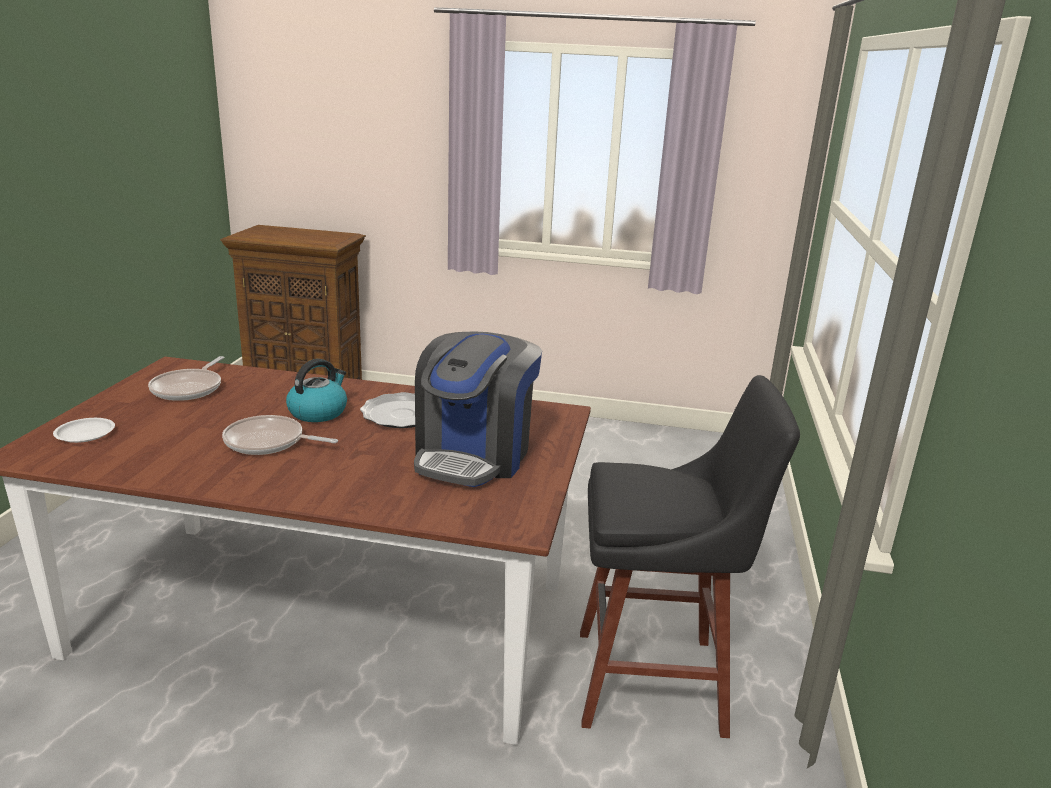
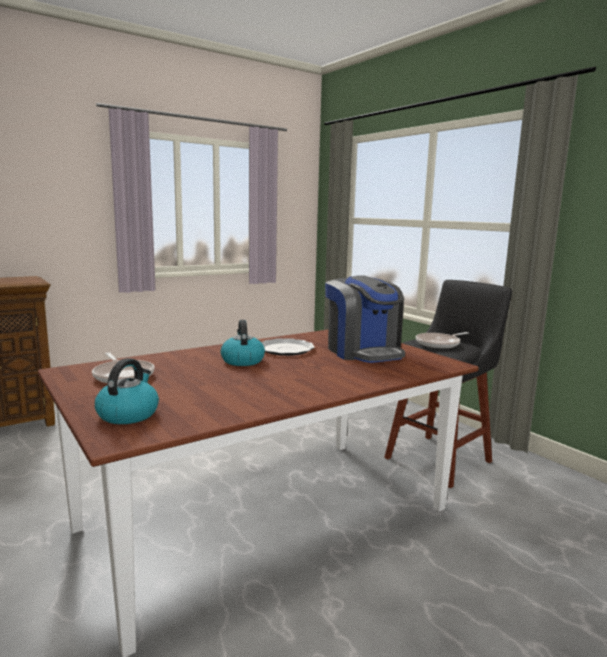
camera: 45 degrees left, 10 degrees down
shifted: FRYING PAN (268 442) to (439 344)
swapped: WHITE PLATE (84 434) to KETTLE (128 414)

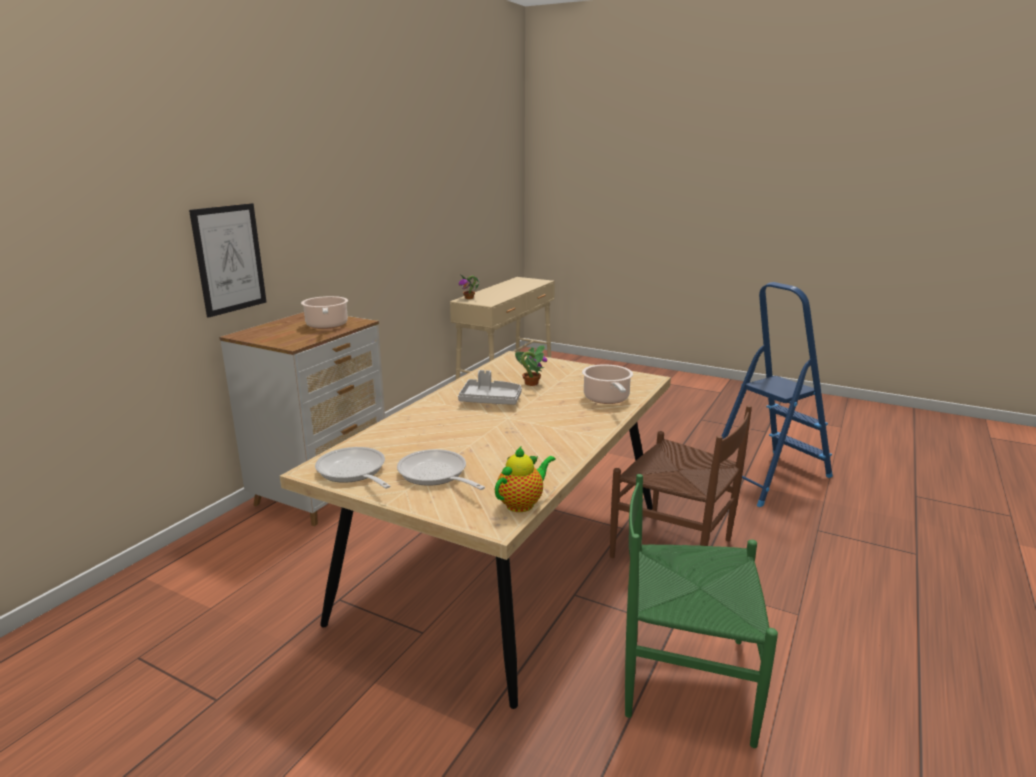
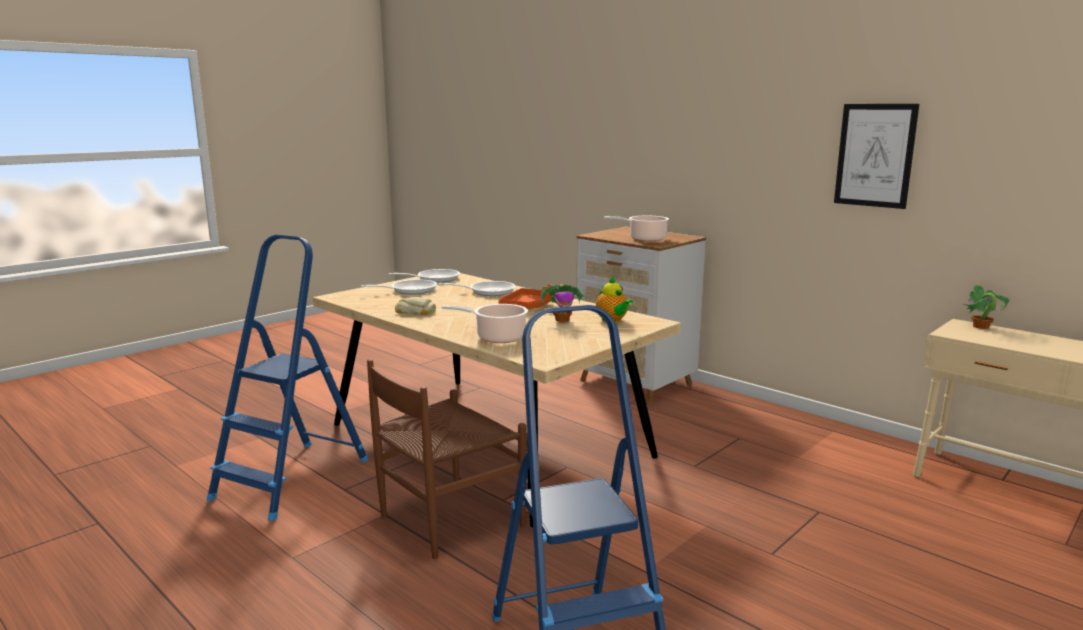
camera: 105 degrees right, 5 degrees down
new: BREAD (415 311); FRYING PAN (487 291)
shifted: PICTURE (229 259) to (875 155); TEAPOT (522 504) to (612 320)
swapped: GREEN CHAIR (685 681) to BLUE STEP LADDER (290 479)
repainted: GREY TRAY (490 400) to ORANGE TRAY (528 307)

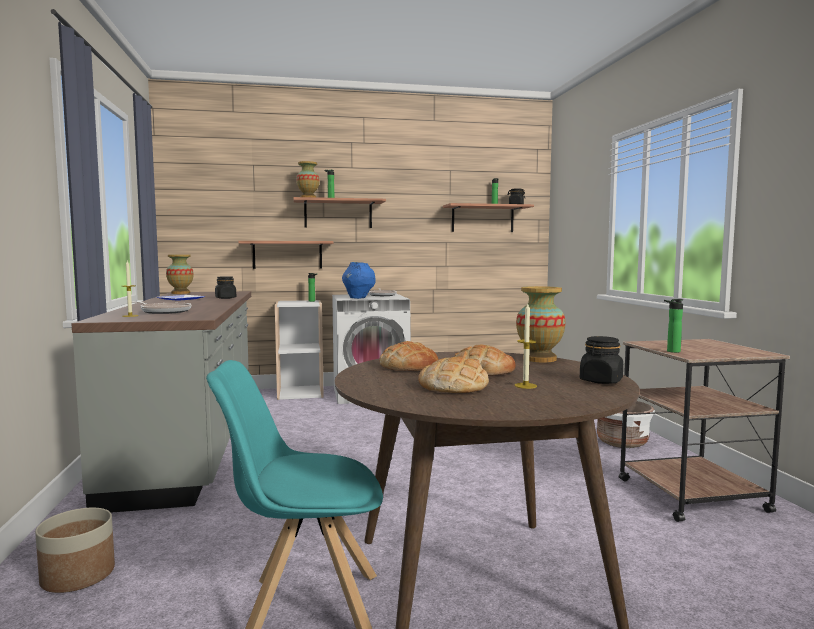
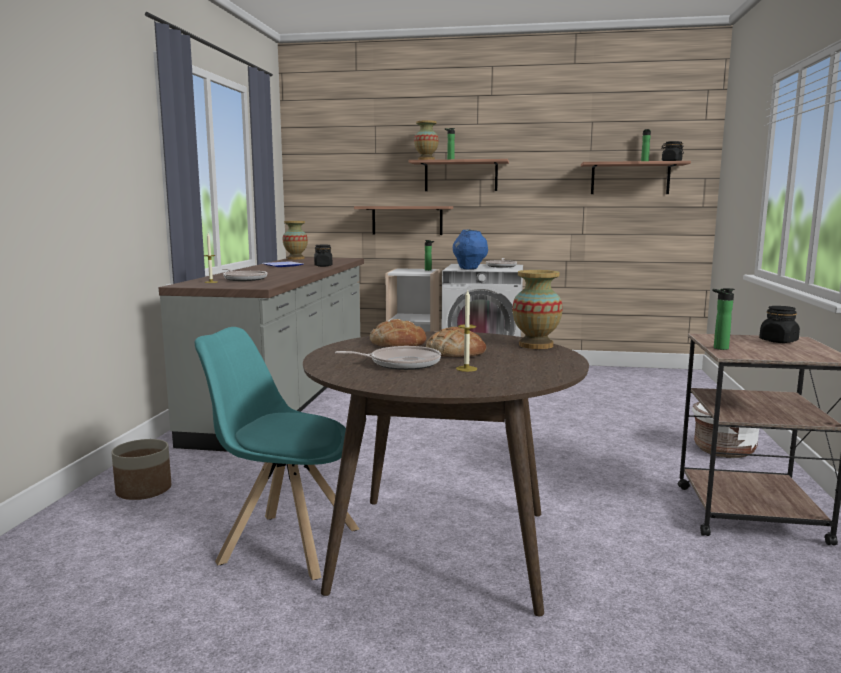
camera: 20 degrees right, 5 degrees up
shifted: BLACK JAR (601 381) to (778 341)
swapped: BREAD (453 386) to FRYING PAN (401 363)

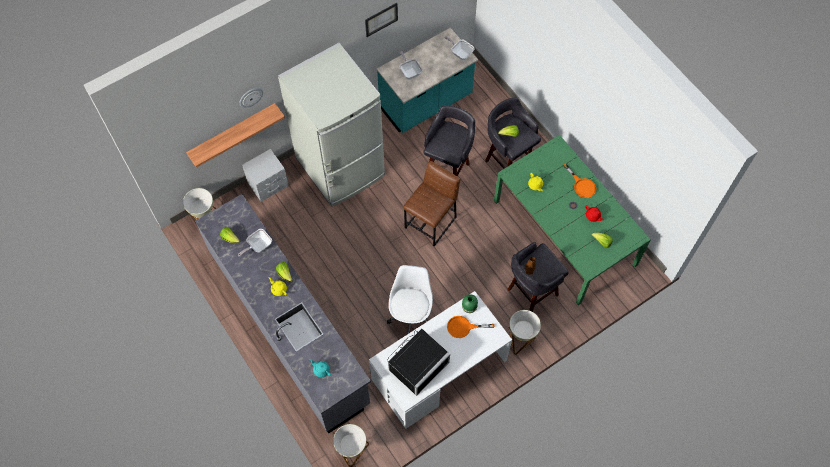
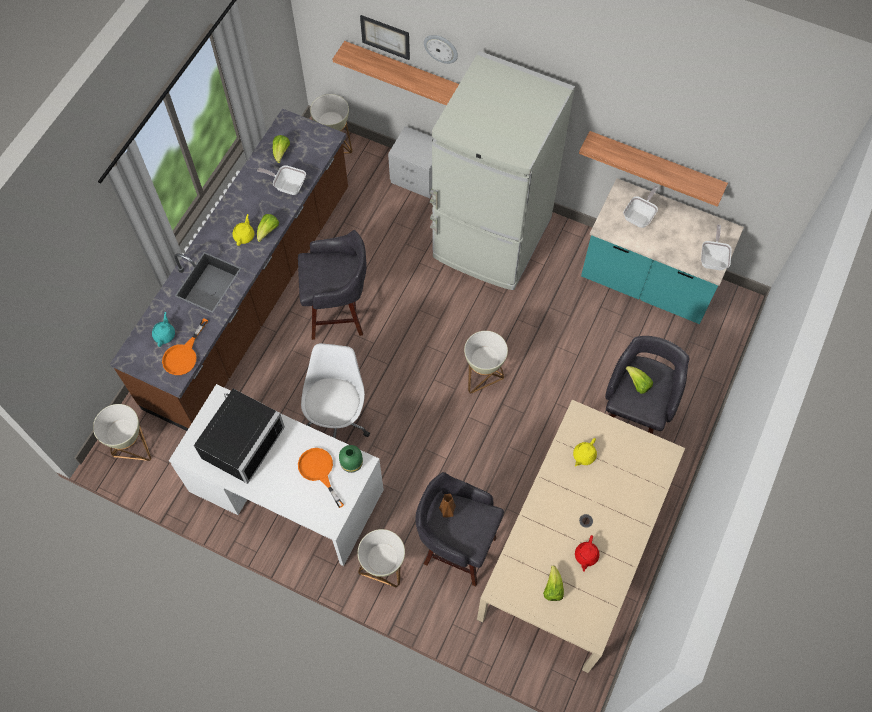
camera: 60 degrees right, 0 degrees up
new: SHELF (655 165)
shifted: PICTURE (381 19) to (385 37); GREY STOOL (448 170) to (339 316); ORANGE FRYING PAN (581 185) to (183 355)
swapped: BROWN CHAIR (431 222) to PLANTER (483 376)
repainted: GREY COUNTER (289 326) to BROWN COUNTER (251 296); GREEN DINING TABLE (564 232) to BEIGE DINING TABLE (574 548)
rotated: WHITE OFFICE CHAIR (411 317) = (338 421) 60 degrees counterclockwise; BLACK MICROWAVE (416 363) = (238 440) 75 degrees counterclockwise

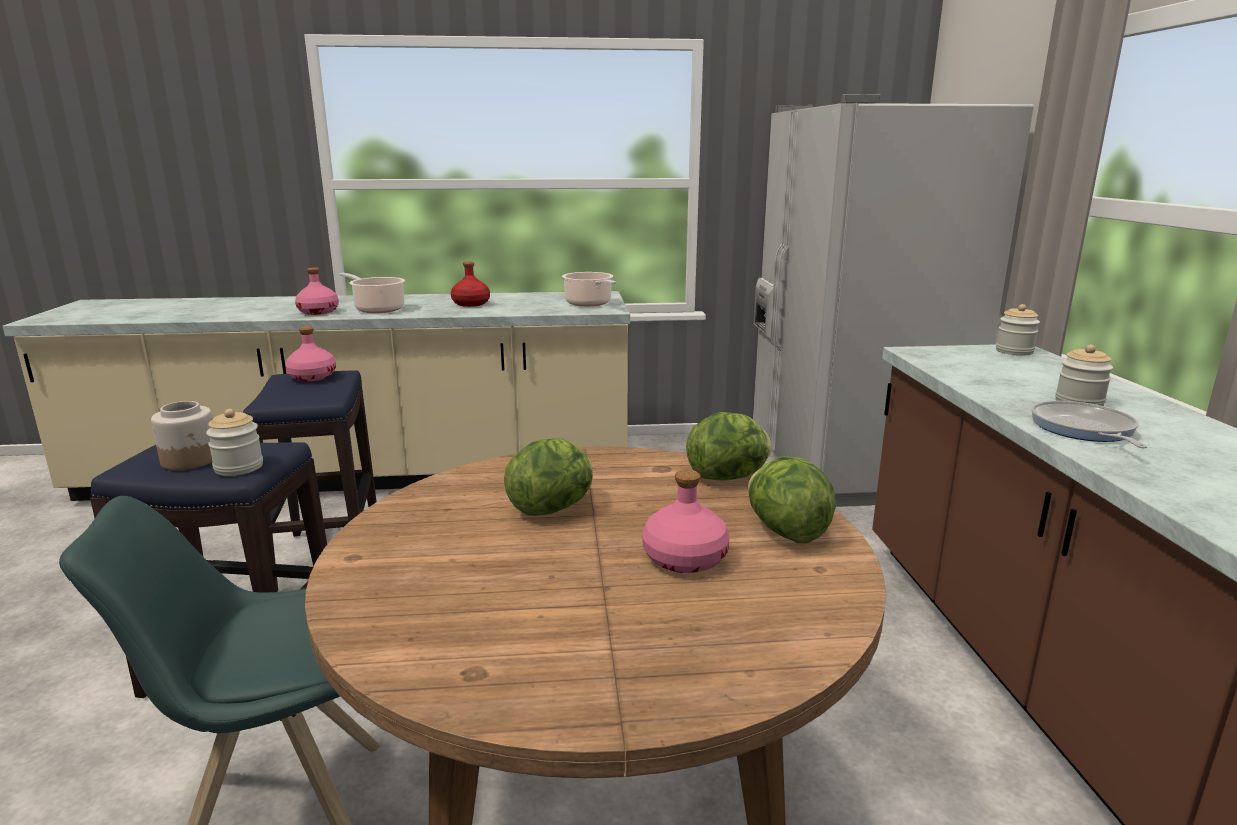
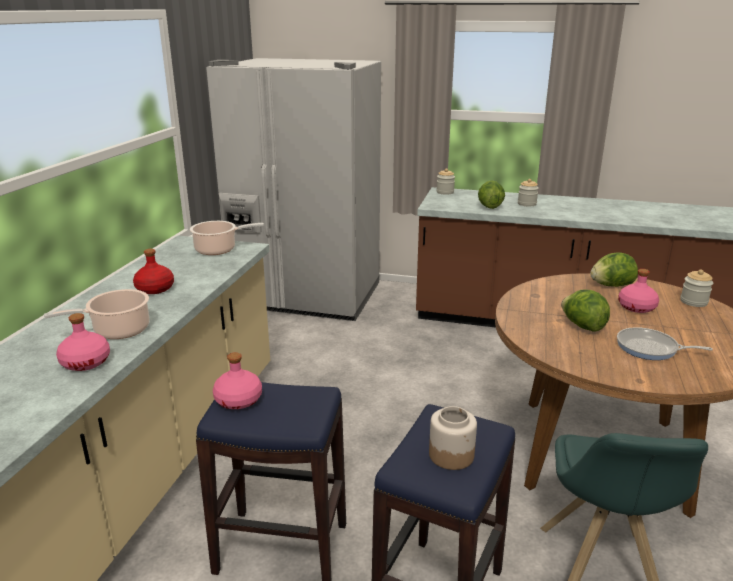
camera: 70 degrees left, 5 degrees up
shifted: JAR (239 467) to (693 302); LETTUCE (729 477) to (489 207); FRYING PAN (1083 430) to (650 348)

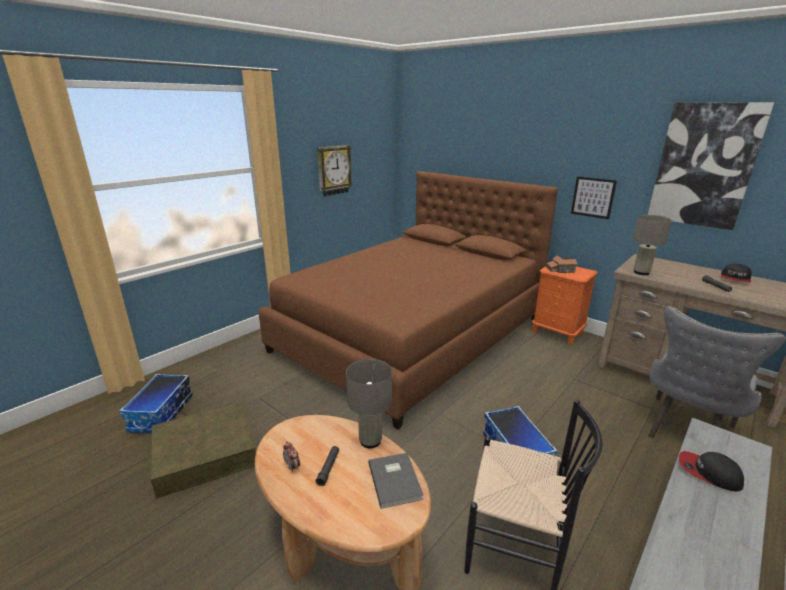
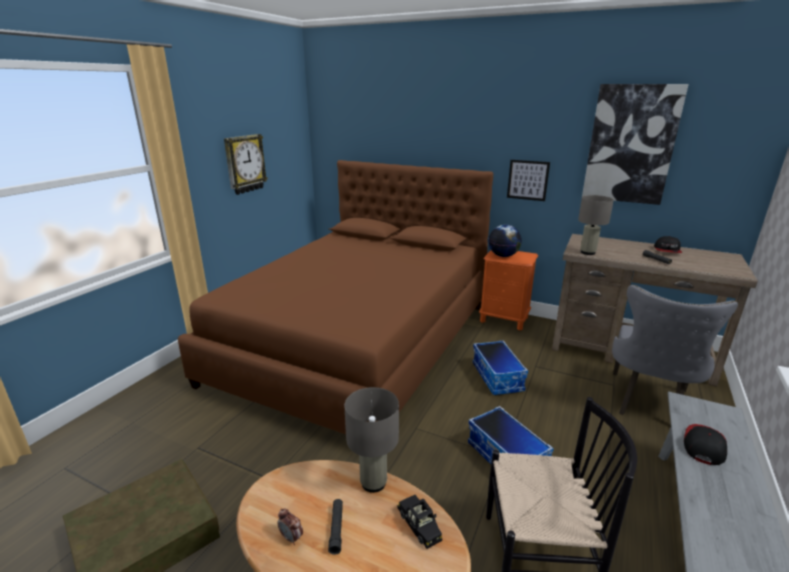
camera: 15 degrees left, 0 degrees up
shifted: STORAGE BOX (162 414) to (498 377)
swapped: GREY BOOK (396 480) to BLACK TOY CAR (419 525); TOY HOUSE (560 270) to GLOBE (503 256)
rotated: CAP (708 473) = (704 445) 105 degrees clockwise

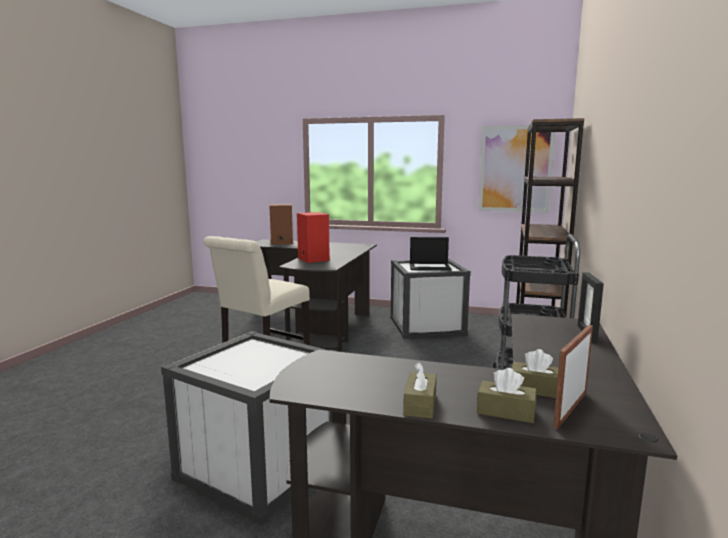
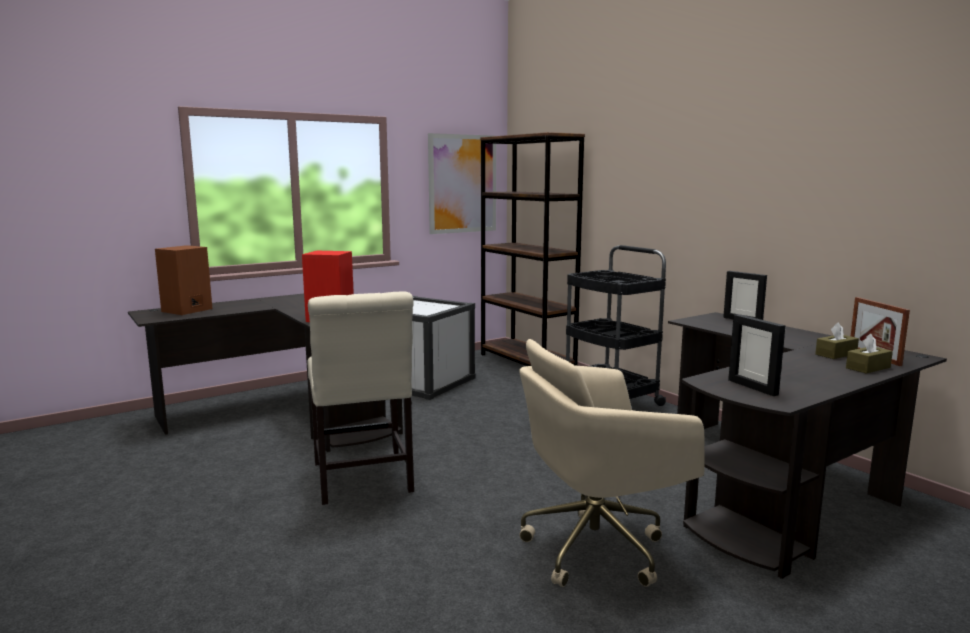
camera: 50 degrees left, 0 degrees up
gone: BROWN TISSUE BOX (420 404); LAPTOP (430 267)
new: PICTURE FRAME (753 387)
swapped: WHITE STORAGE BOX (258 467) to BEIGE OFFICE CHAIR (600 549)

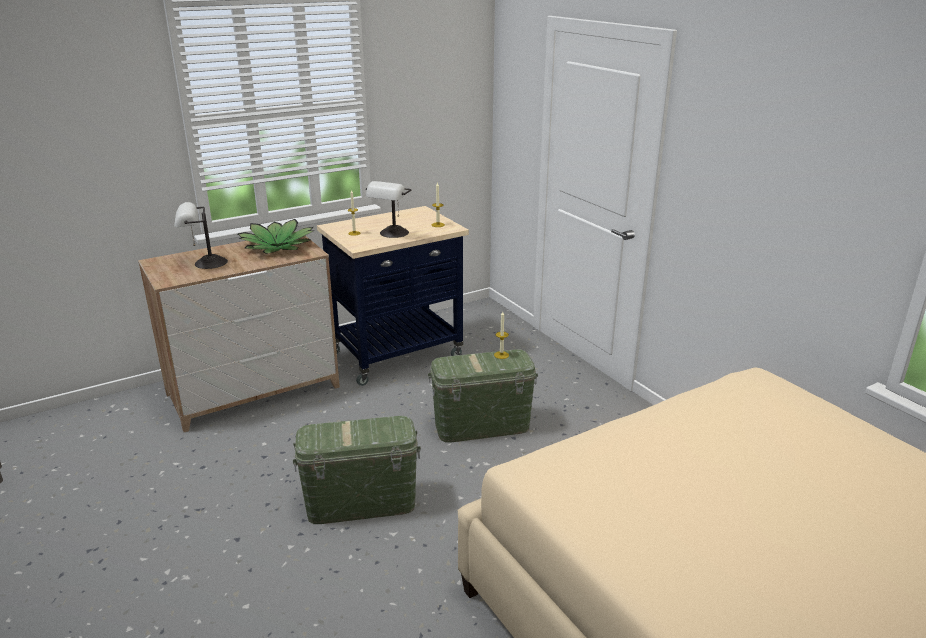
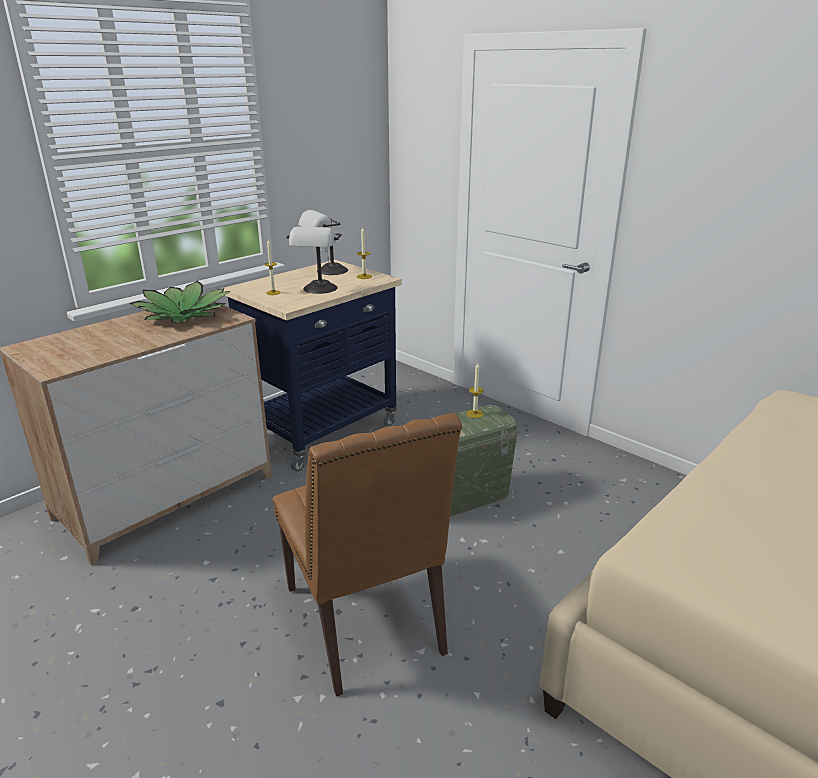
camera: 15 degrees left, 0 degrees up
shifted: TABLE LAMP (204 264) to (326 272)
swapped: GREEN STORAGE BOX (360 503) to BROWN CHAIR (362 618)

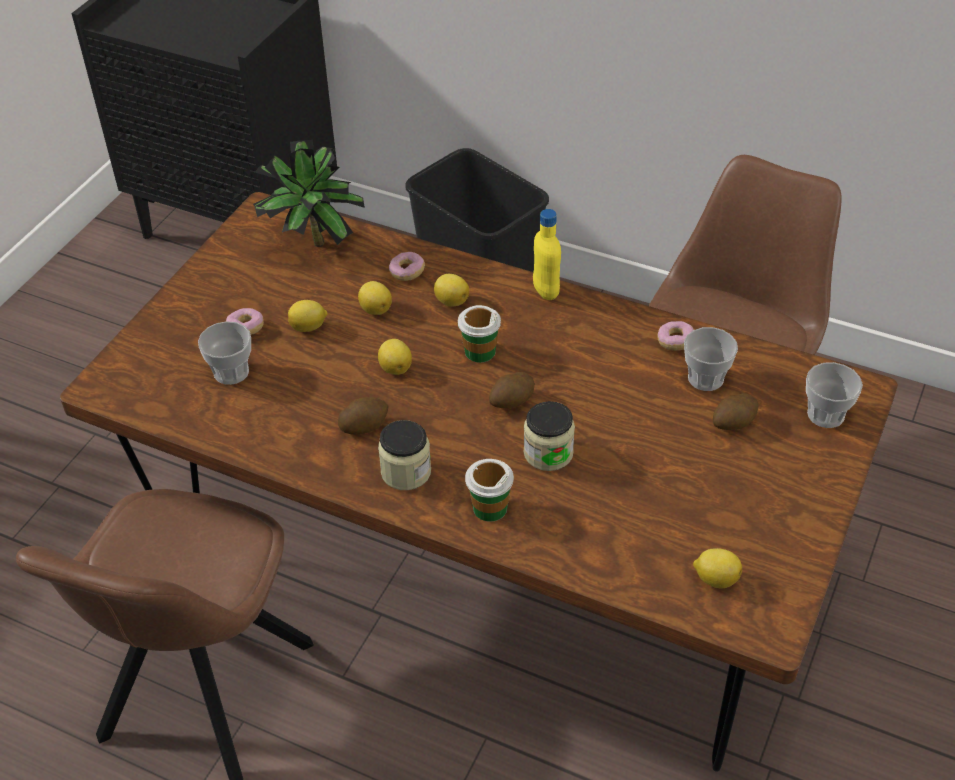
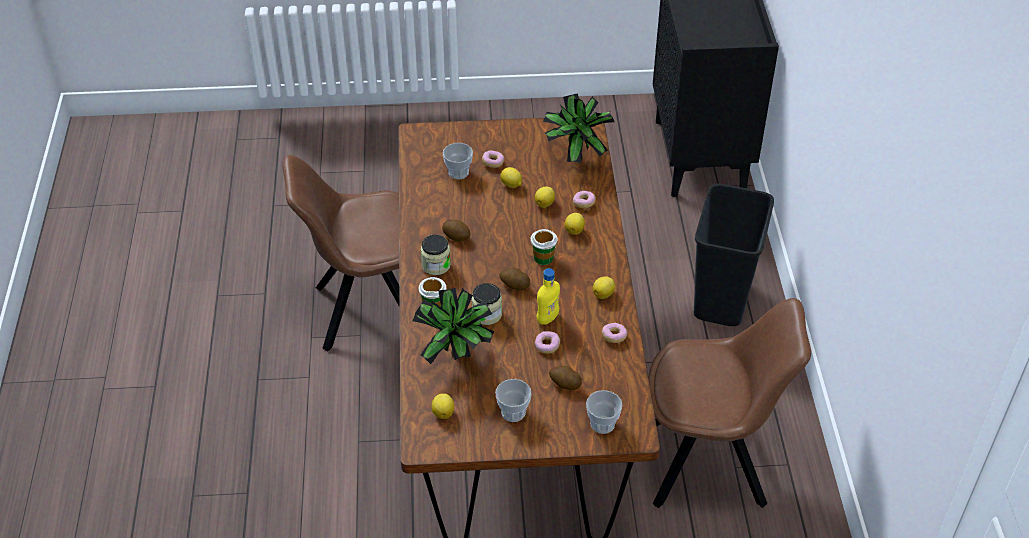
camera: 60 degrees right, 0 degrees up
new: POTTED PLANT (456 359); DONUT (547 346)
shifted: LEMON (395 367) to (603 294); YELLOW BOTTLE (546 291) to (547 318); CUP (705 378) to (513 412)

